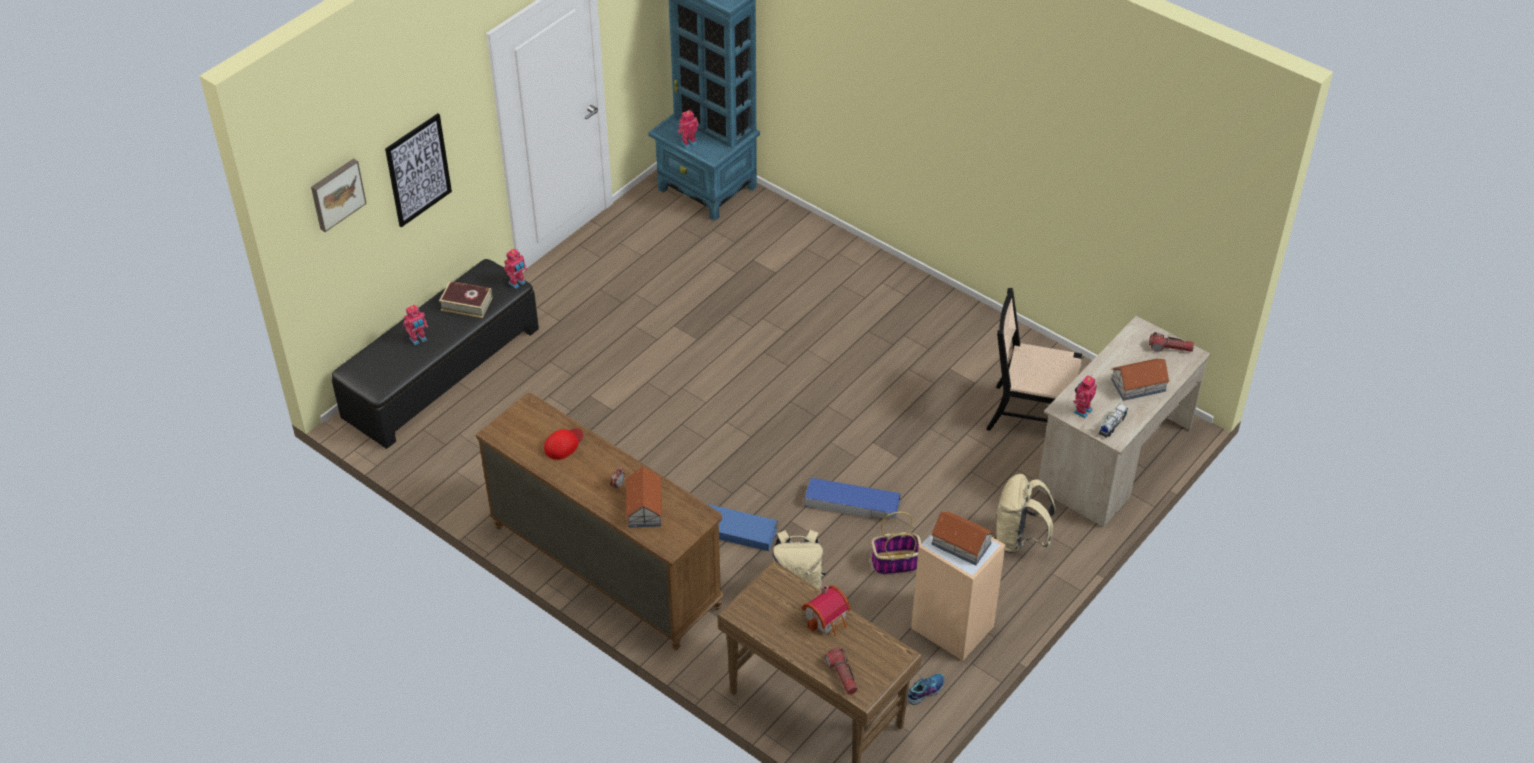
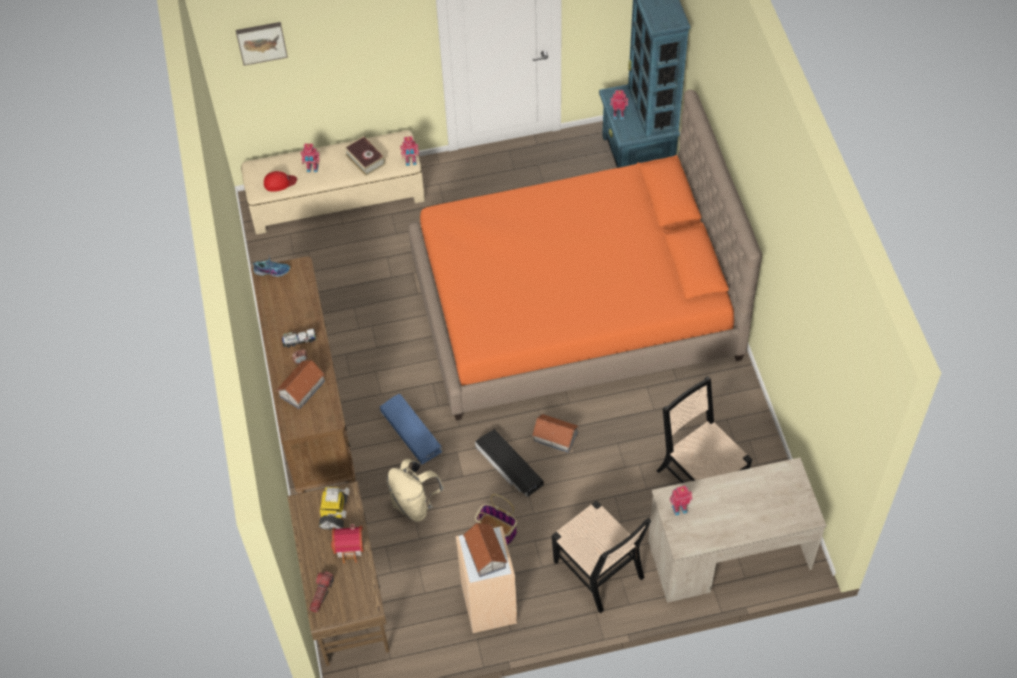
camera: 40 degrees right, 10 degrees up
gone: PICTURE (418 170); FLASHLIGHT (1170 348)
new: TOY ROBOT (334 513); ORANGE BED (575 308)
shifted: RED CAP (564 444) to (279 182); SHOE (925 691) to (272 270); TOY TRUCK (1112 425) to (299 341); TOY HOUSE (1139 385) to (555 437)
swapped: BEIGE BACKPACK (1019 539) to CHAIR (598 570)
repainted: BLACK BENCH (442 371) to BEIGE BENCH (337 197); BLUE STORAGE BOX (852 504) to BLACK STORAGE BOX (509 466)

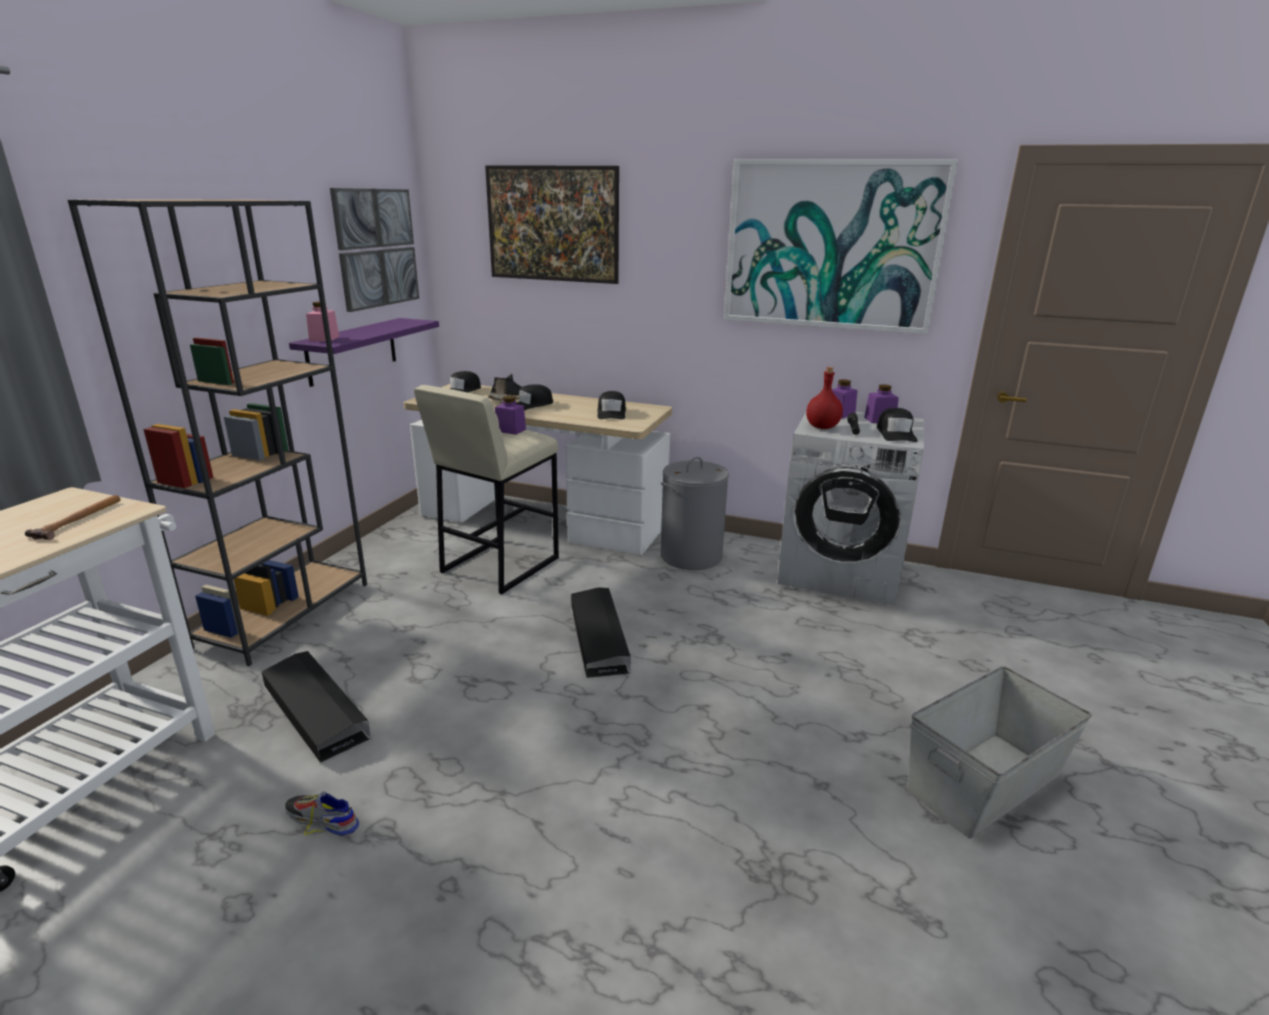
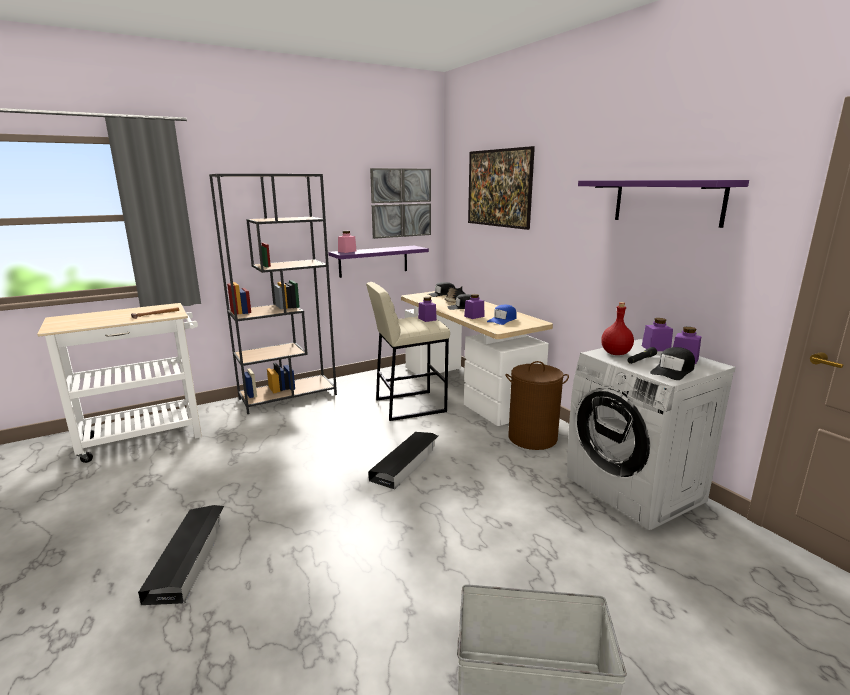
camera: 40 degrees right, 5 degrees down
gone: SHOE (322 819)
new: PURPLE JAR (474 316)
shifted: BLACK STORAGE BOX (315 711) to (189 557)
swapped: PICTURE (831 246) to PURPLE SHELF (667 202)
repainted: BLACK CAP (611 413) to BLUE CAP (502 320); GREY LAUNDRY BASKET (691 556) to BROWN LAUNDRY BASKET (533 438)

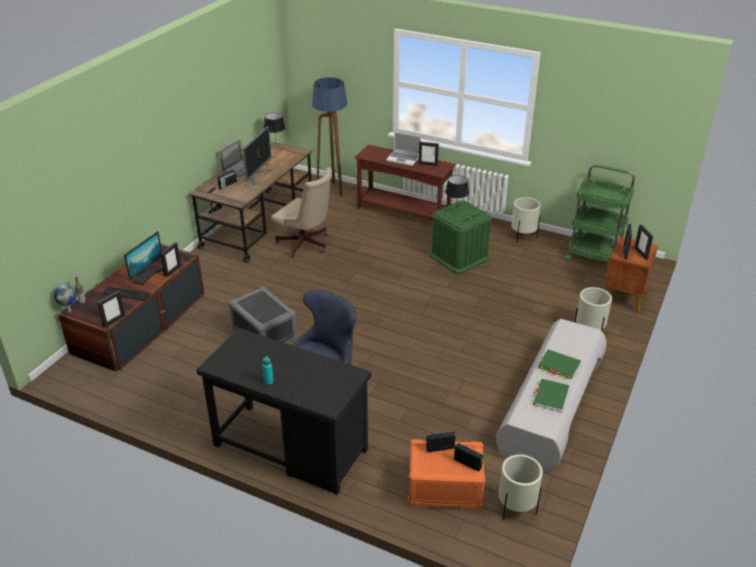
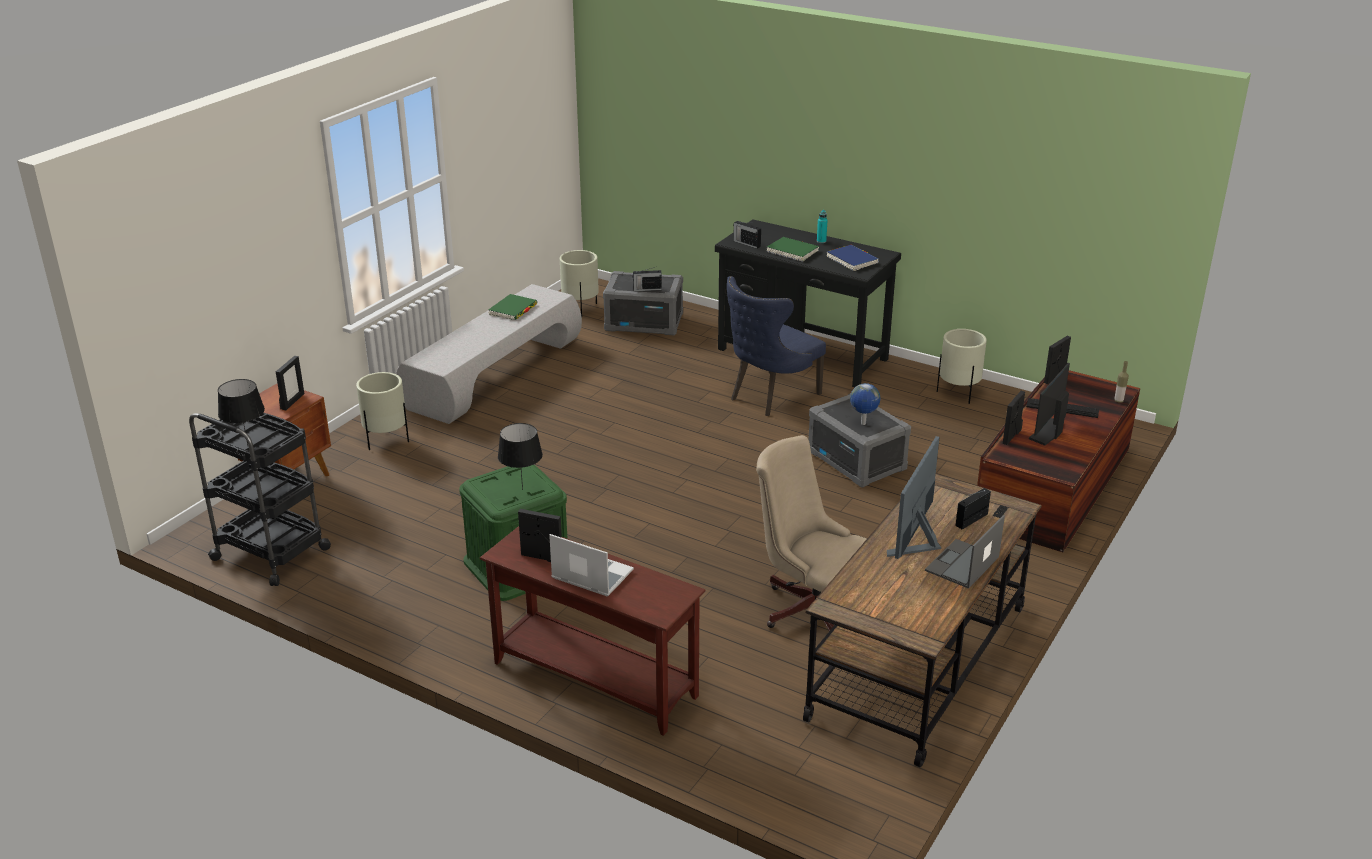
camera: 175 degrees left, 5 degrees down
gone: FLOOR LAMP (332 190); PICTURE FRAME (641 253)
new: BLUE BOOK (852 260)
shifted: GLOBE (69 311) to (863 424); BLACK TABLE LAMP (276 145) to (247 446); RADIO (468 464) to (746 243); BEIGE PLANTER (523 237) to (958 393); GREEN BOOK (559 366) to (792 251)
repainted: ORANGE STORAGE BOX (444 489) to GREY STORAGE BOX (644 322); GREEN CART (593 256) to BLACK CART (272 553)

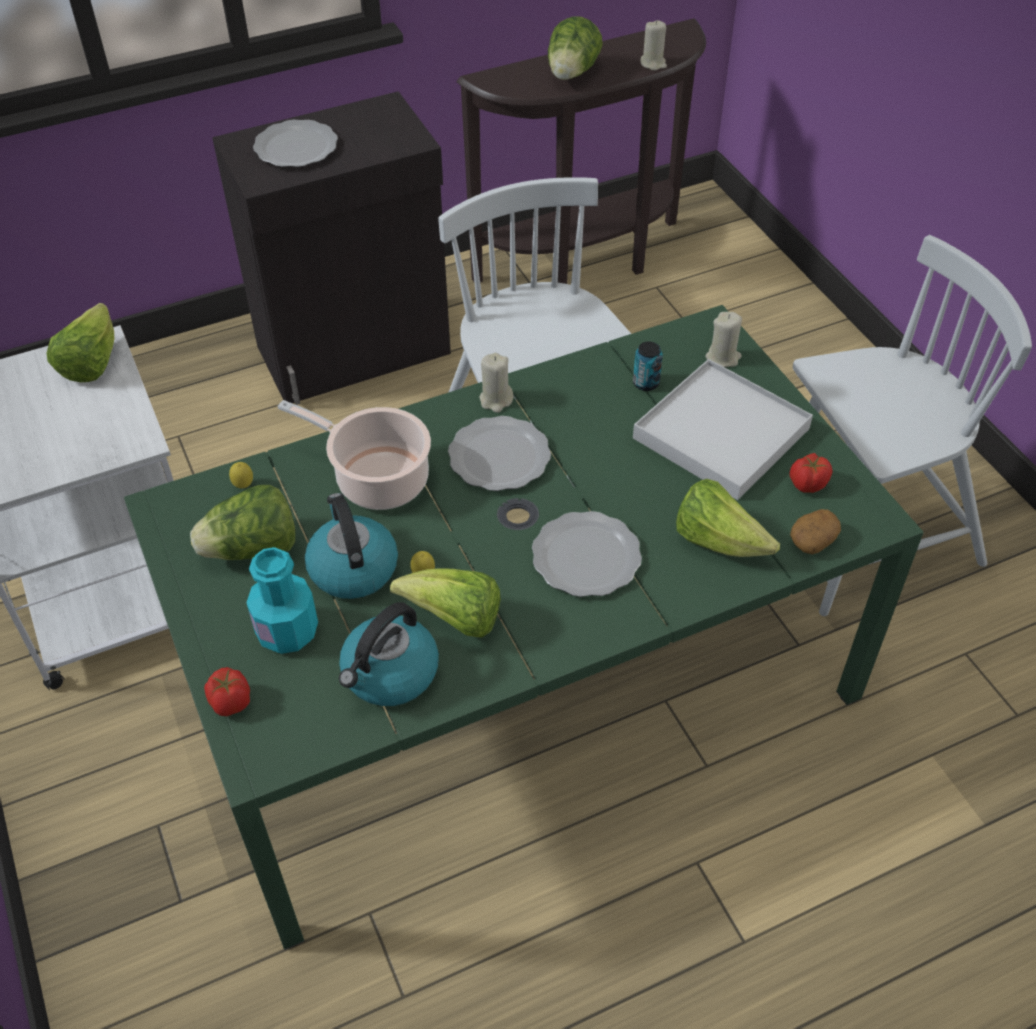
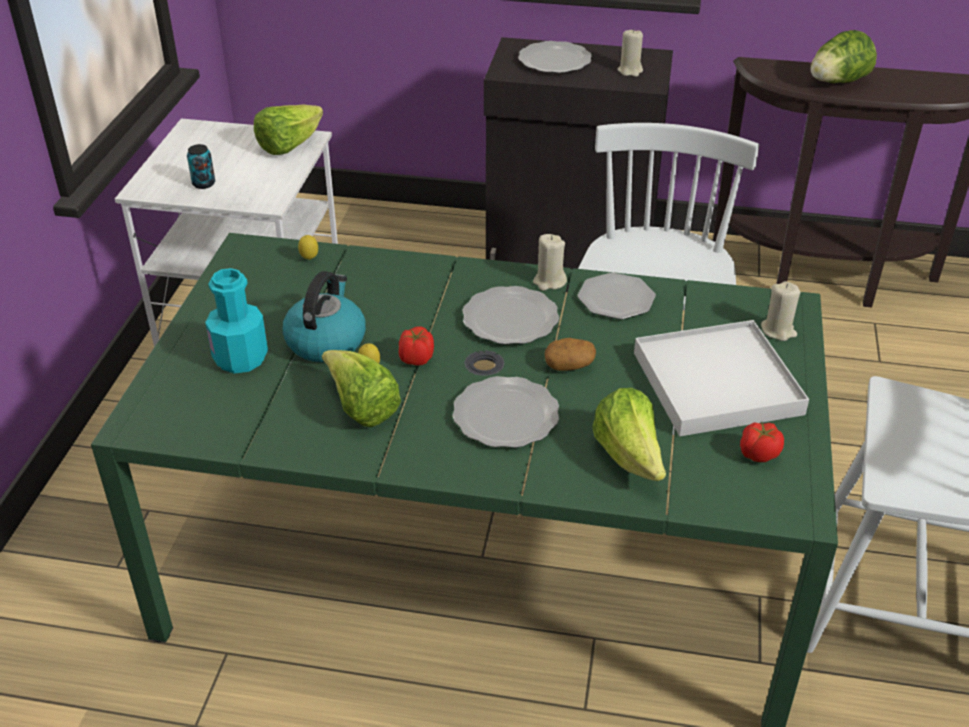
camera: 35 degrees right, 10 degrees down
gone: LETTUCE (253 549); COOKING POT (376 478); KETTLE (390 674)
new: PLATE (615 299)
shifted: TOMATO (230 702) to (416 359); CAN (646 383) to (203 184); BEIGE CANDLE (653 63) to (630 71); POTATO (812 540) to (569 365)

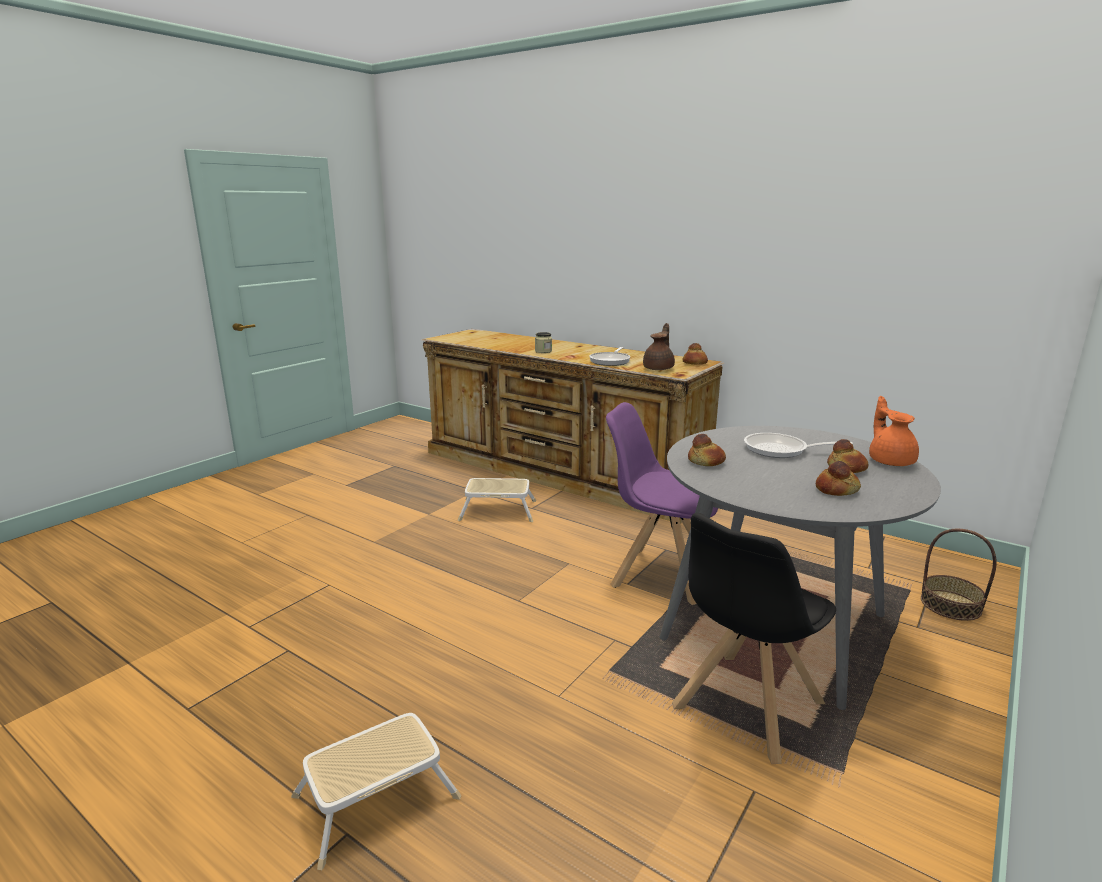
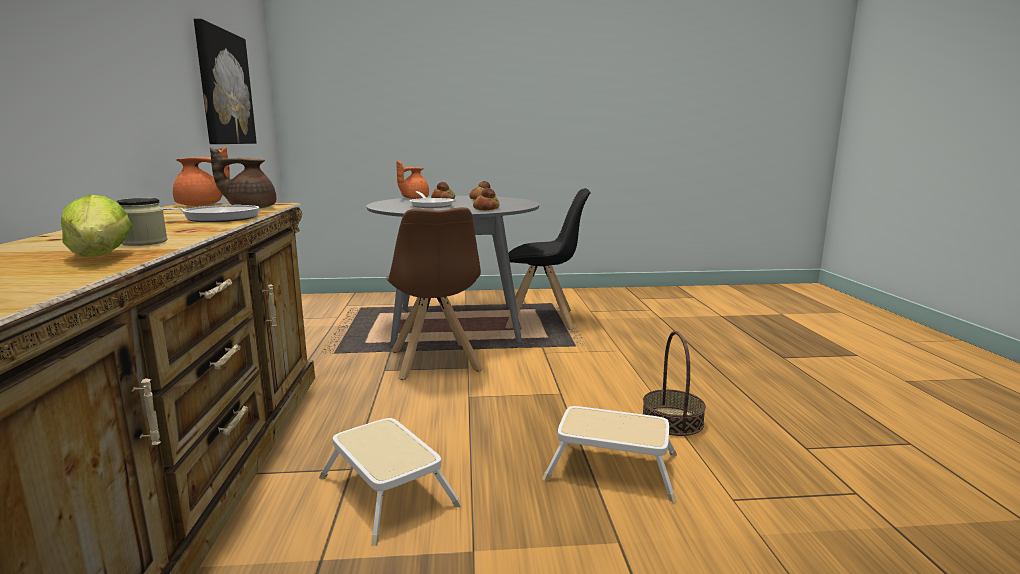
camera: 130 degrees left, 5 degrees down
new: LETTUCE (101 256); PICTURE (224 88)
shifted: BEIGE STEP LADDER (376 797) to (612 466); BASKET (950 605) to (672 421)
swapped: BREAD (694 363) to ORANGE TEAPOT (201 205)
repainted: PURPLE CHAIR (657 574) to BROWN CHAIR (436 362)

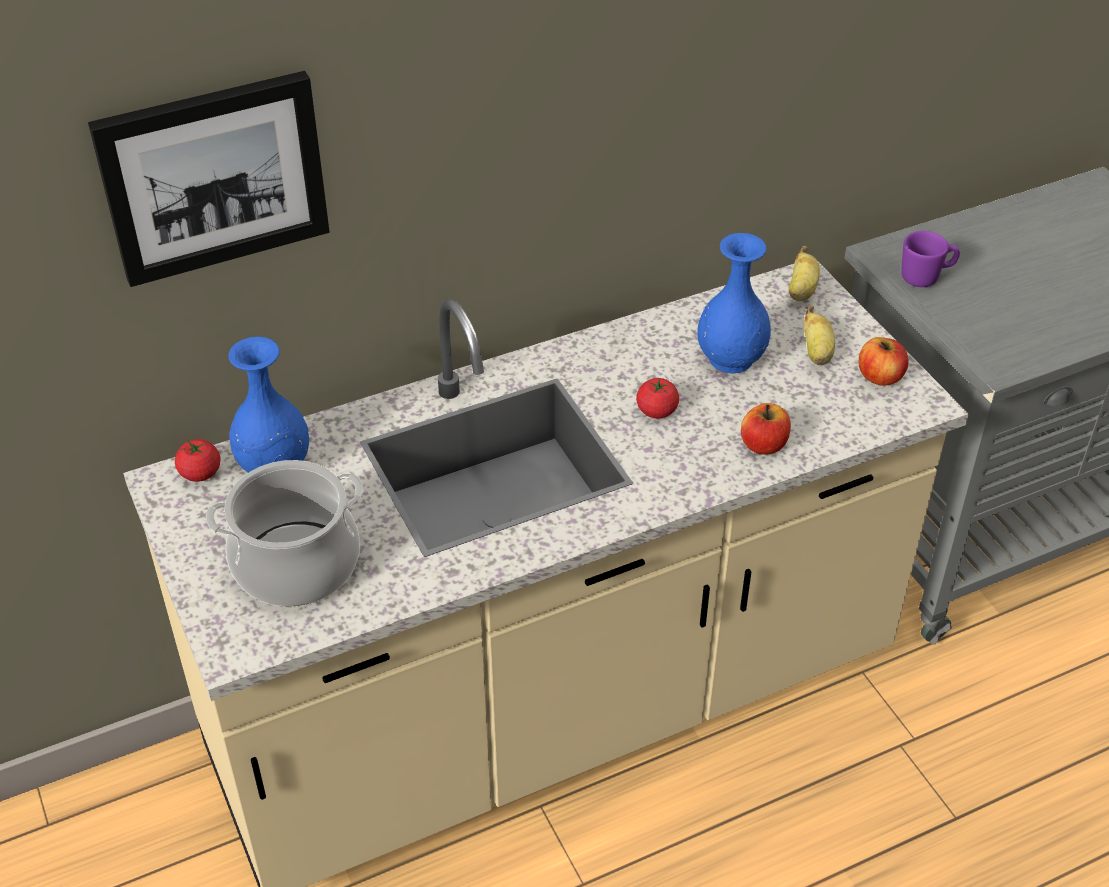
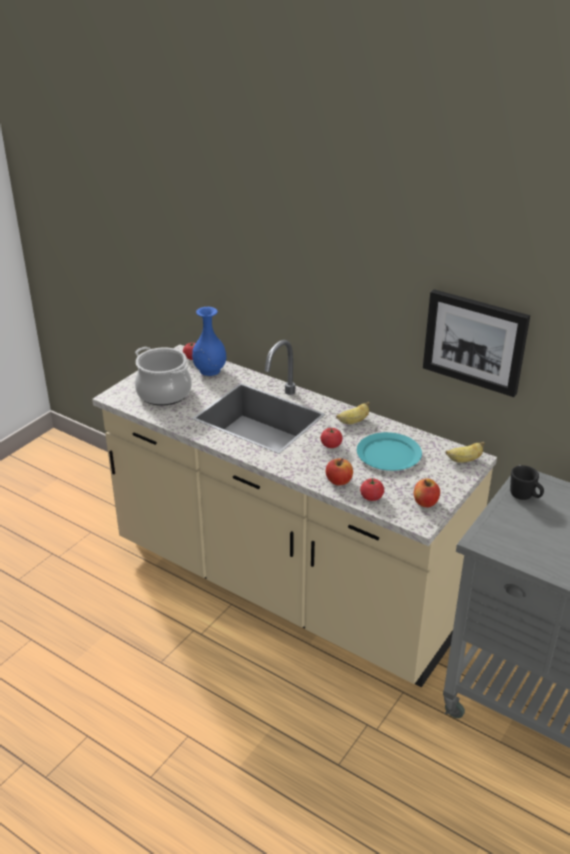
camera: 60 degrees right, 10 degrees down
new: TOMATO (371 497)
shifted: PICTURE (213 176) to (475 341); BANANA (817 352) to (353 421)
swapped: BLUE VASE (731 358) to TURQUOISE PLATE (389 454)
repainted: PURPLE MUG (926 277) to BLACK MUG (525 496)

